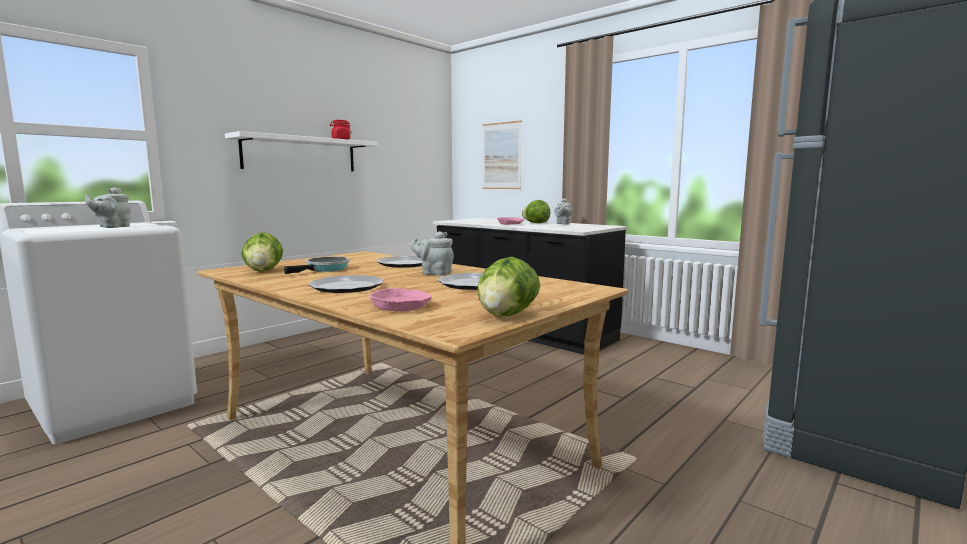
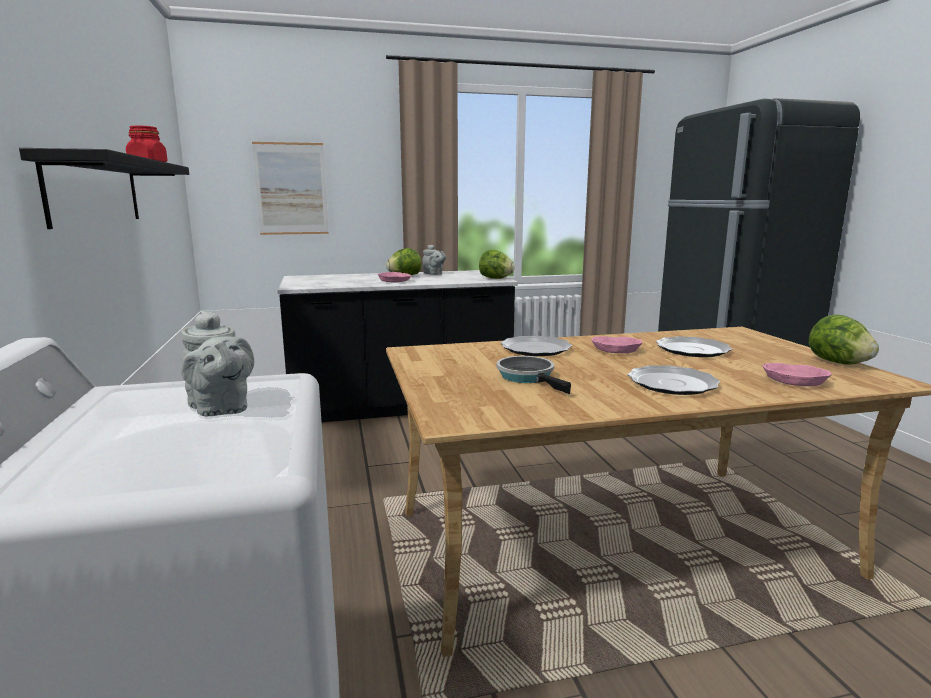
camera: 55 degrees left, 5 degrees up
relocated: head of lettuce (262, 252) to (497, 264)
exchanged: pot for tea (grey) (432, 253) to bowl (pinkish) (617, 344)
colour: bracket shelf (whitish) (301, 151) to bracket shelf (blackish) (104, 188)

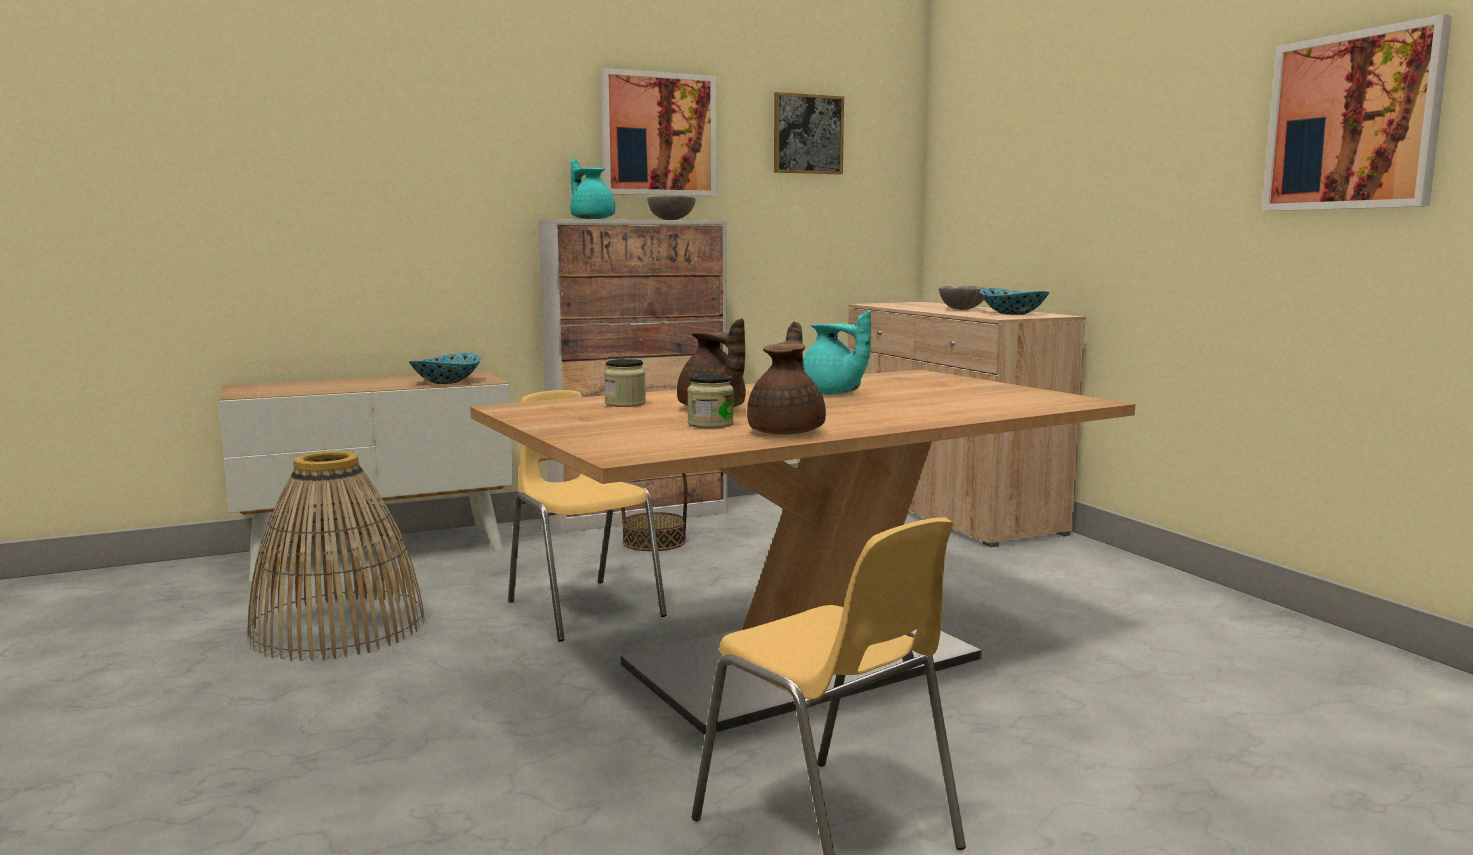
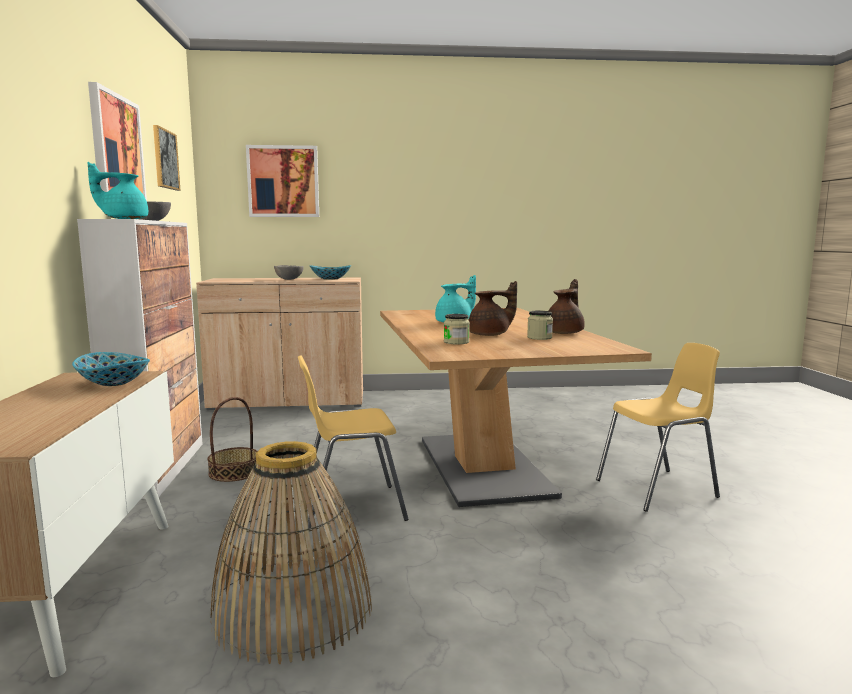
camera: 70 degrees left, 0 degrees up
relocated: picture (1357, 112) to (282, 181)
spun: pot for tea (brown) (786, 378) = (567, 306) 90 degrees clockwise

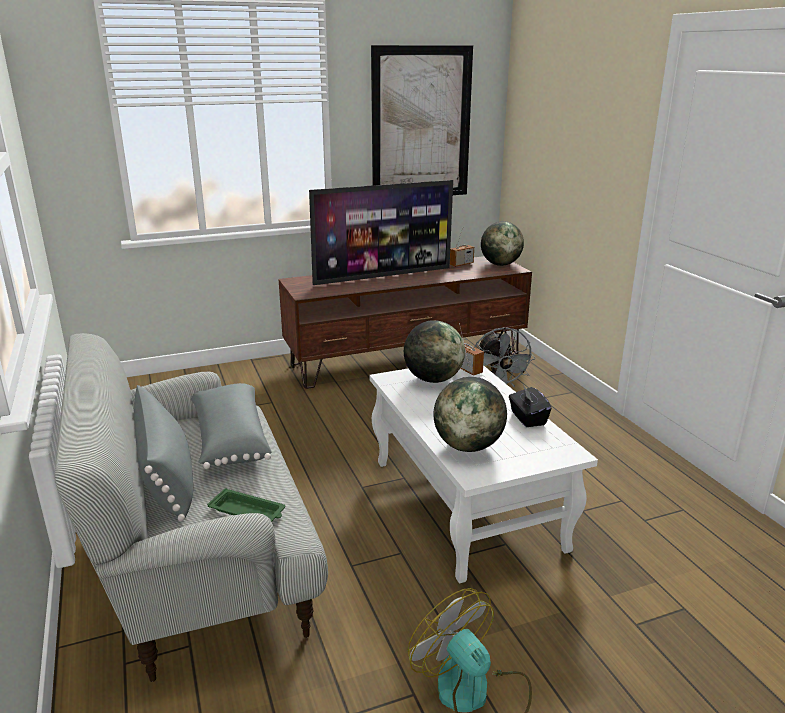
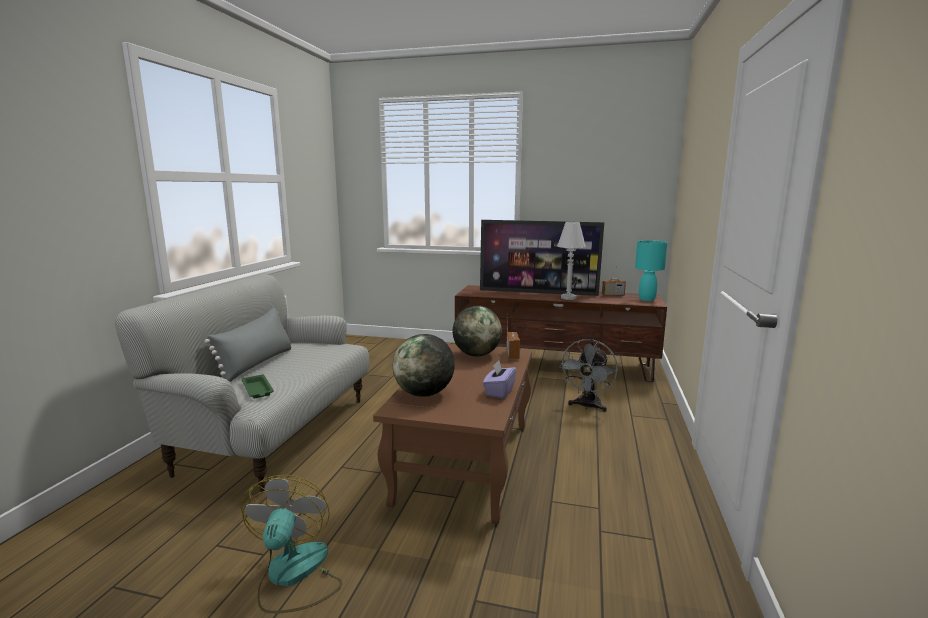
camera: 35 degrees right, 10 degrees down
missing: cushion (grey) (231, 426); picture (422, 120)
appeared: lamp for a table (whitish) (571, 260)
exchanged: desk globe (502, 243) to lamp for a table (turquoise) (651, 270)
colour: coffee table (whitish) (484, 474) to coffee table (brown) (452, 434); box of tissues (blackish) (530, 406) to box of tissues (purple-coloured) (500, 380)

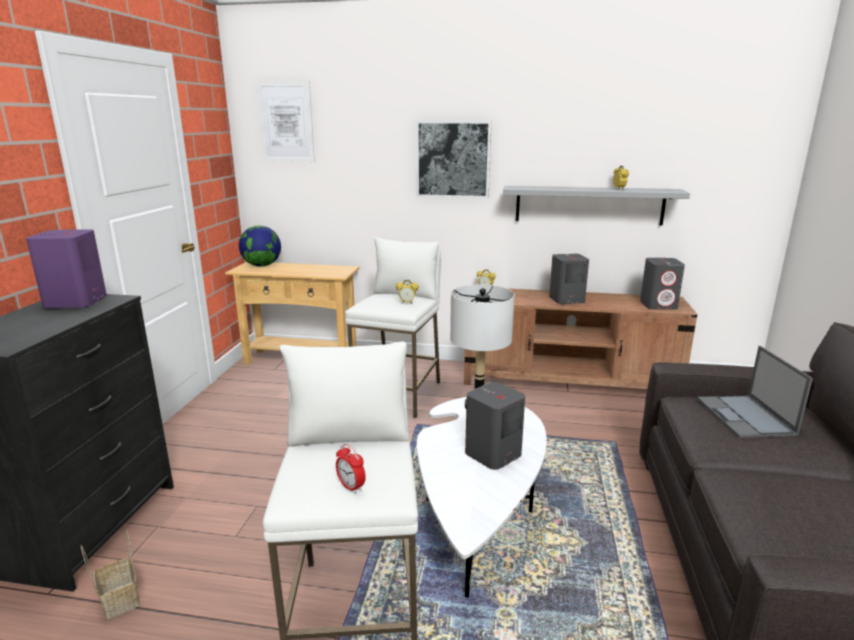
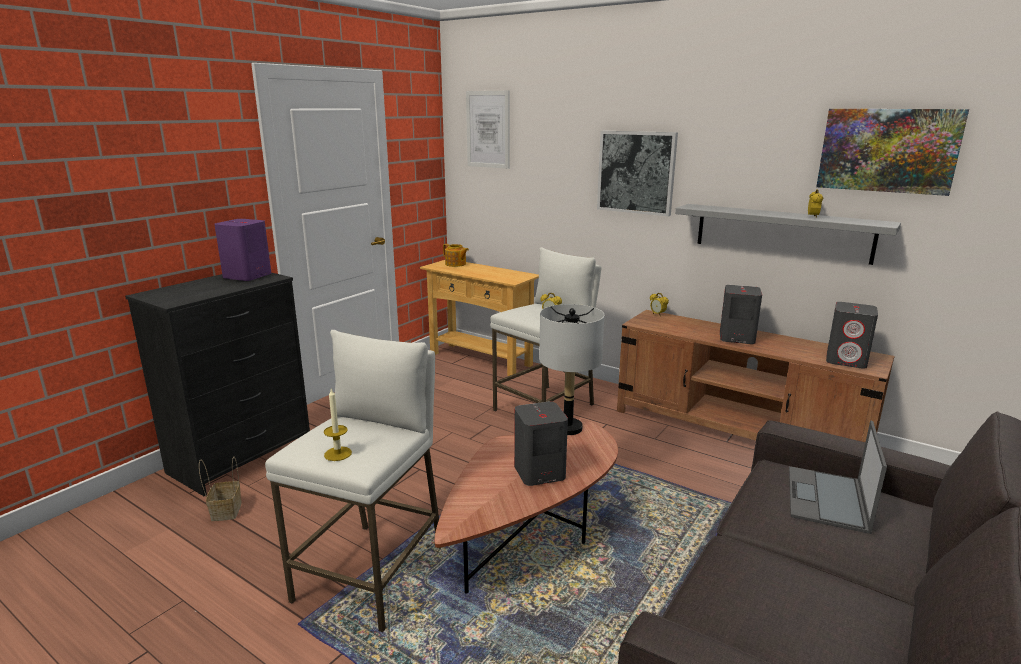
camera: 25 degrees right, 0 degrees up
appeared: picture (892, 152)
exchanged: bedside clock (351, 469) to candle (338, 425); desk globe (260, 246) to pot for tea (456, 255)
colour: coffee table (whitish) (482, 497) to coffee table (brown) (526, 506)

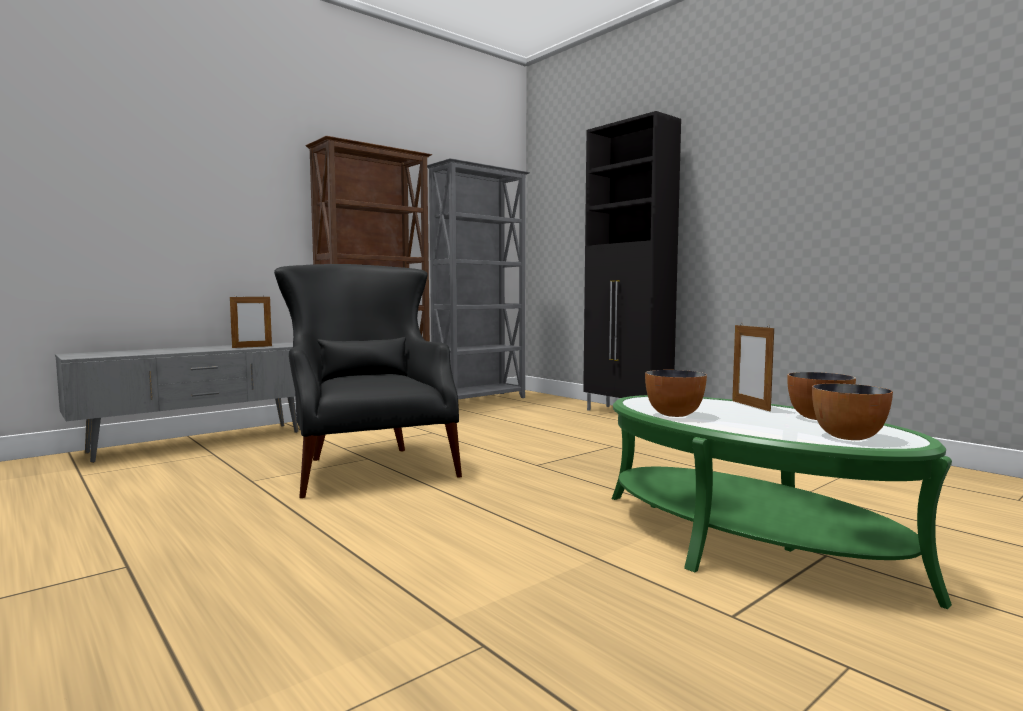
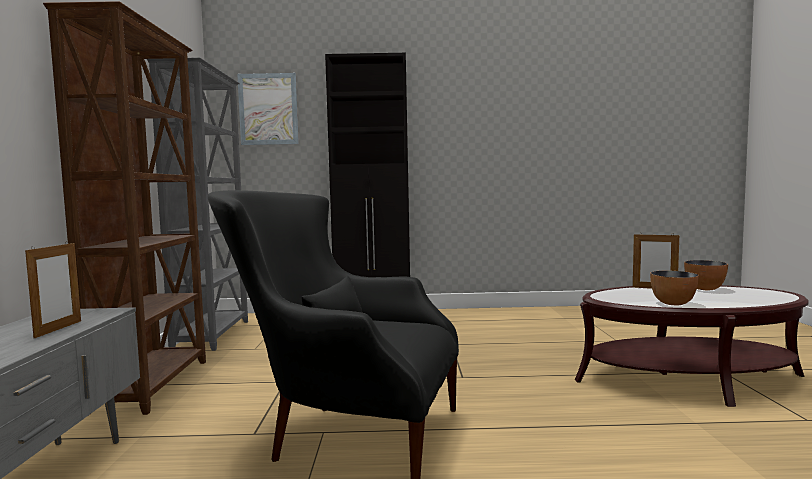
camera: 50 degrees left, 0 degrees up
missing: bowl (852, 411)
appeared: picture (268, 109)
colour: coffee table (green-coloured) (782, 502) to coffee table (brown) (692, 346)

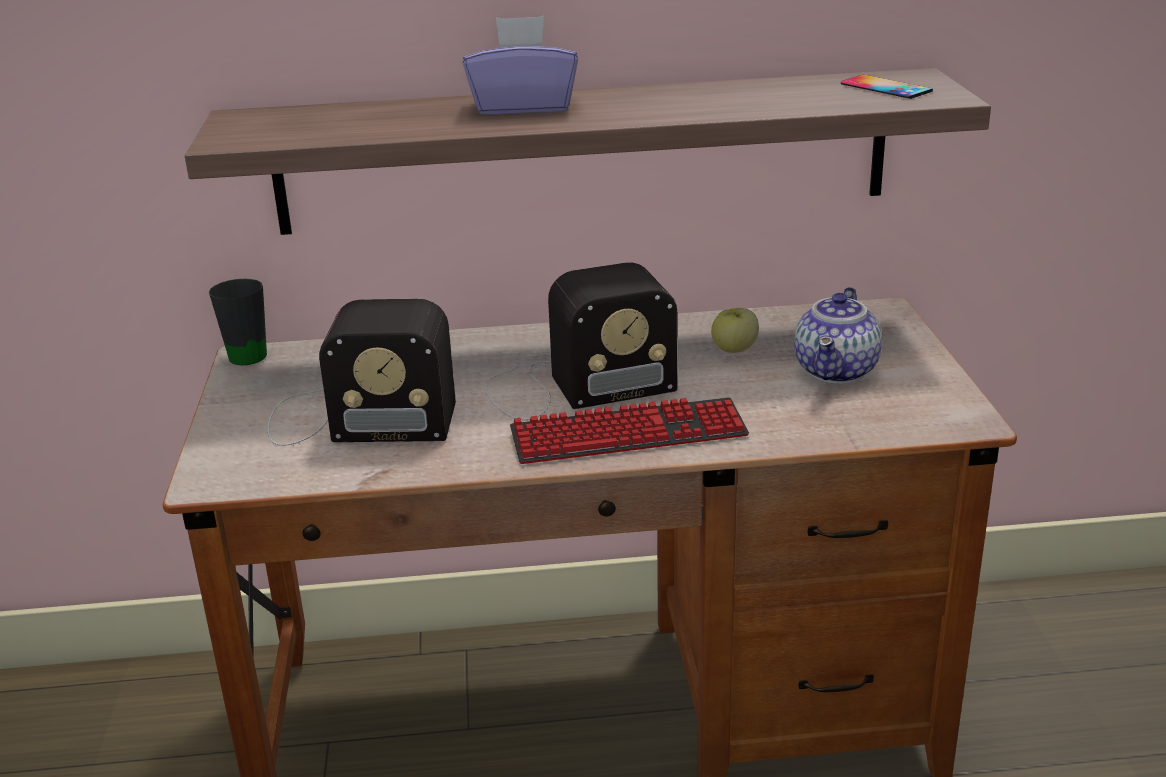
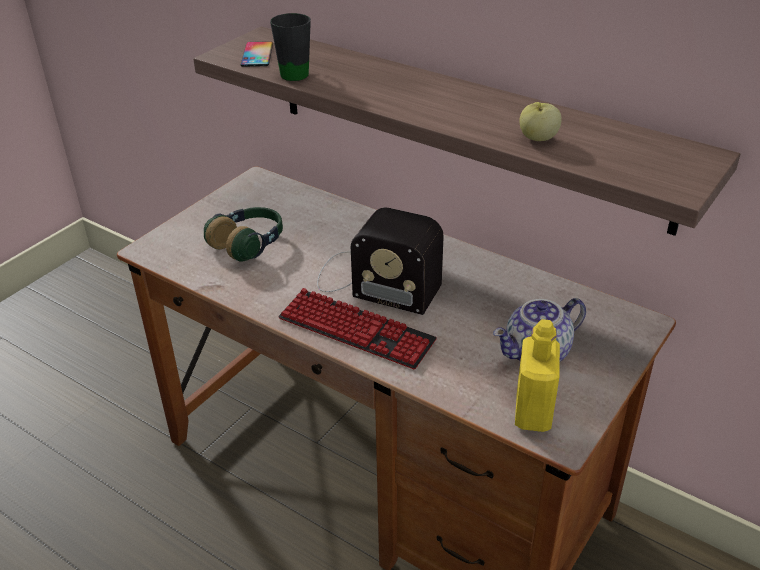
camera: 40 degrees right, 10 degrees up
missing: box of tissues (purple-coloured) (520, 65)
appeared: drink bottle (yellow) (537, 375)
relocated: handset (887, 87) to (257, 54); tea mug (blackish) (238, 322) to (290, 47); apple fruit (735, 330) to (540, 121)
exchanged: radio (362, 372) to headphones (243, 234)

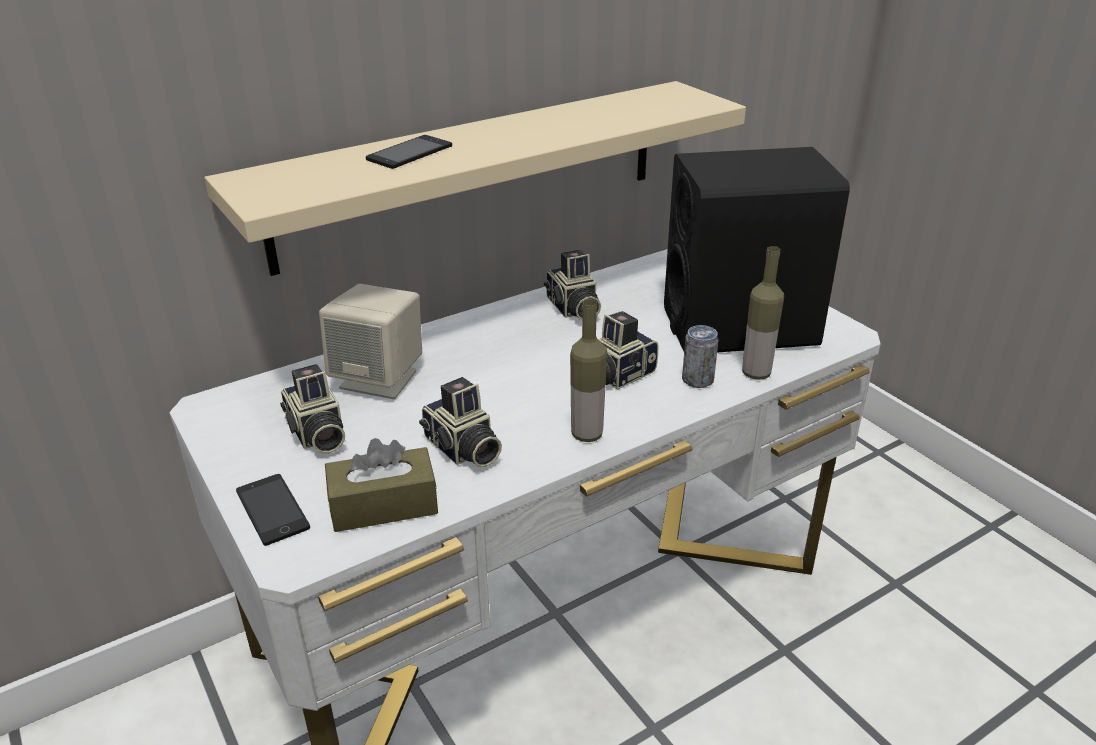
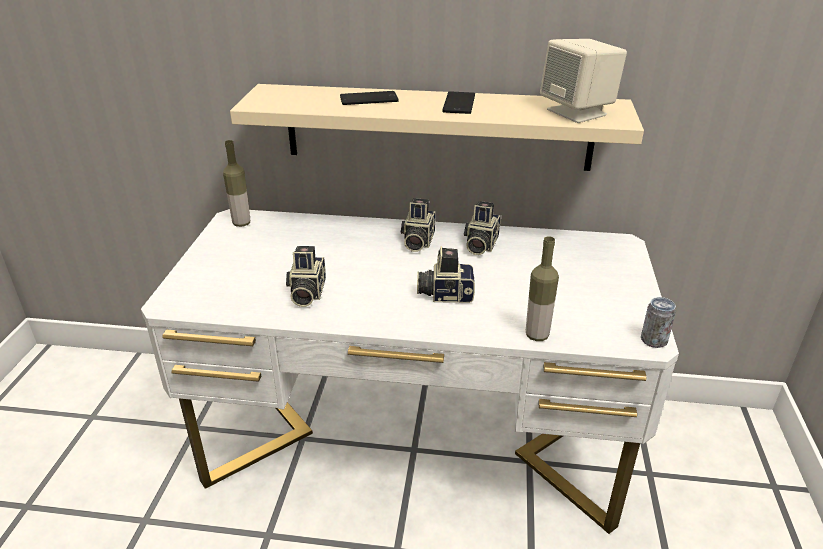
camera: 40 degrees right, 0 degrees up
missing: box of tissues (brown) (381, 485); audio speaker (blackish) (757, 249)
relocated: drink bottle (588, 370) to (236, 183); still camera (312, 409) to (418, 225); handset (273, 510) to (458, 103); audio speaker (beige) (370, 341) to (583, 81); sealed can (700, 356) to (658, 322)

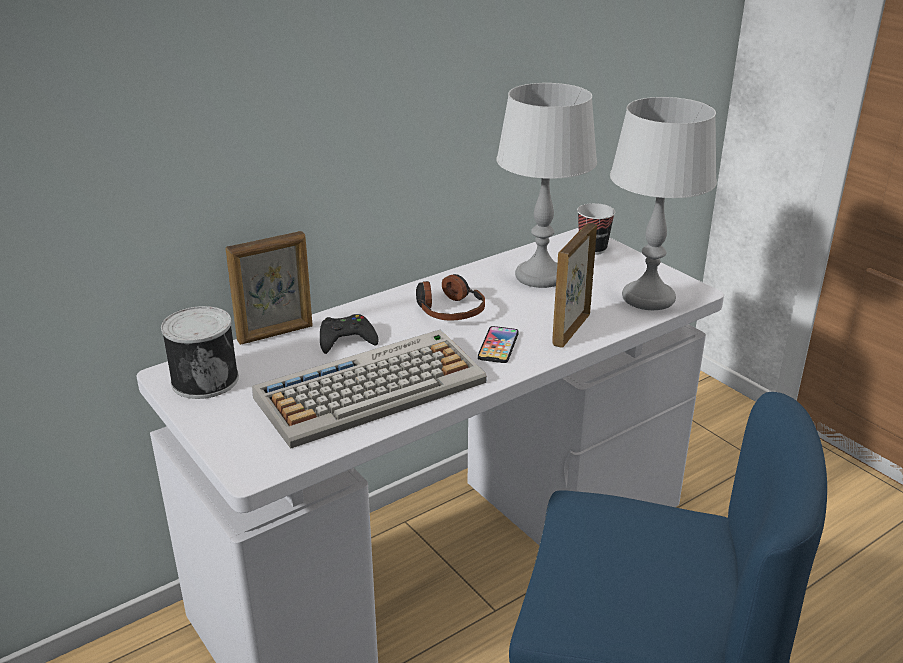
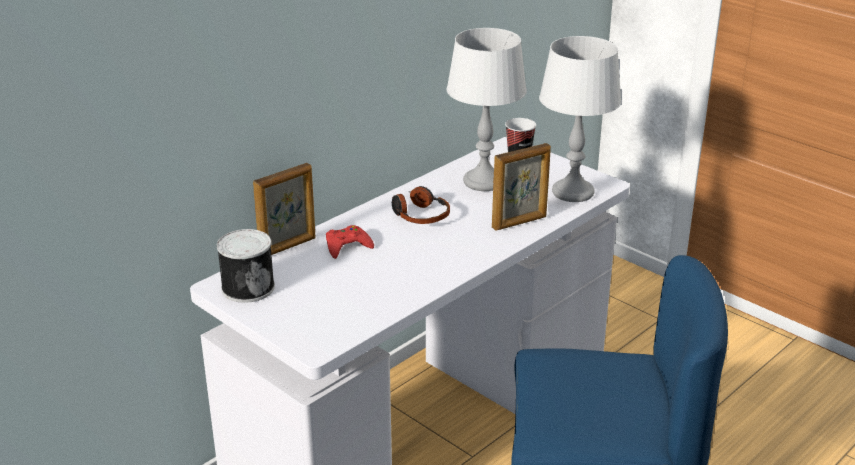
camera: 10 degrees left, 0 degrees up
missing: computer keyboard (369, 389); handset (498, 344)
colour: game controller (blackish) (349, 334) to game controller (reddish) (350, 242)
spun: standing frame (574, 285) = (521, 187) 135 degrees counterclockwise

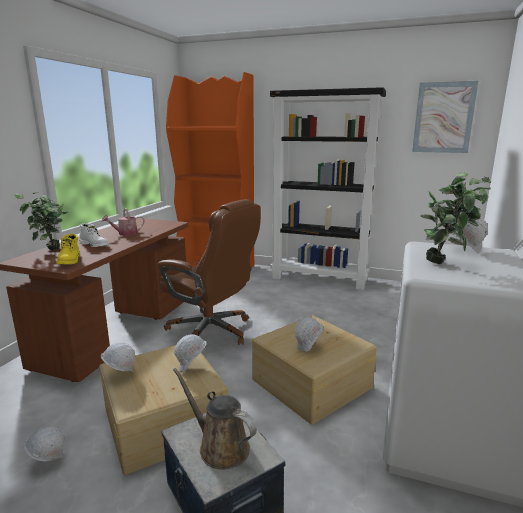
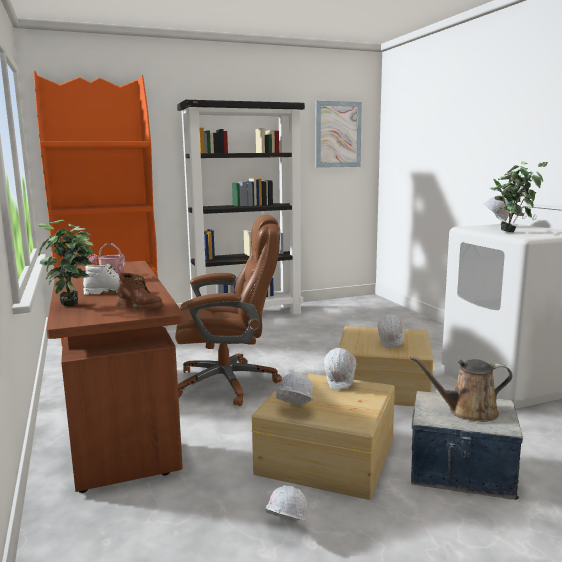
camera: 40 degrees left, 5 degrees down
colour: boot (yellow) (68, 249) to boot (brown) (140, 291)

